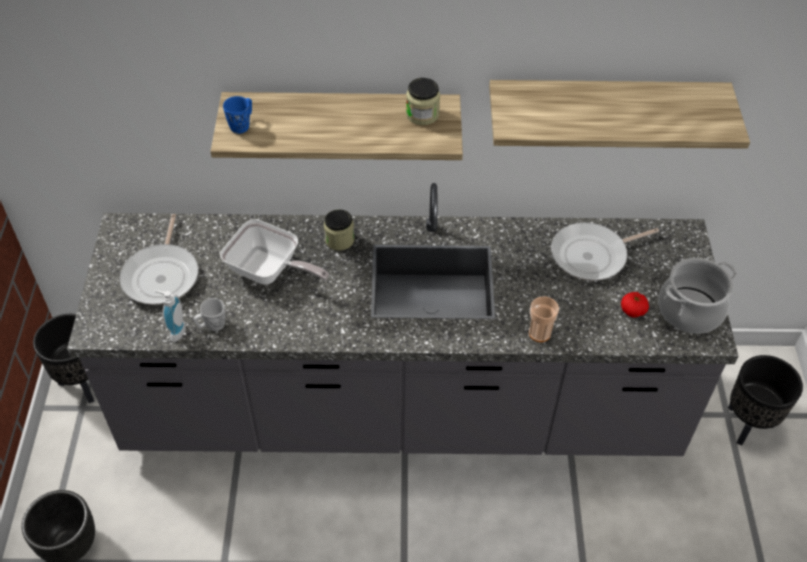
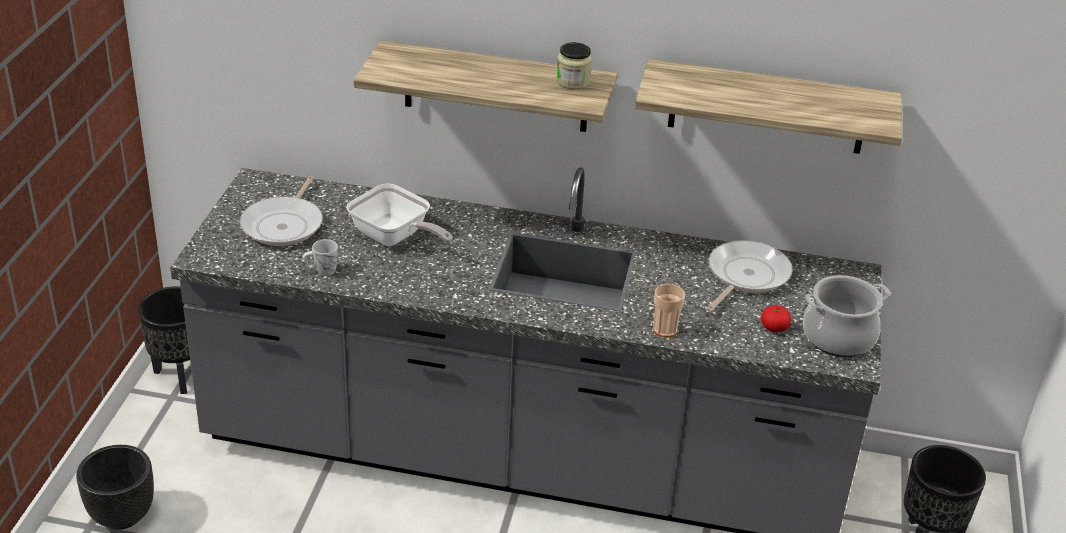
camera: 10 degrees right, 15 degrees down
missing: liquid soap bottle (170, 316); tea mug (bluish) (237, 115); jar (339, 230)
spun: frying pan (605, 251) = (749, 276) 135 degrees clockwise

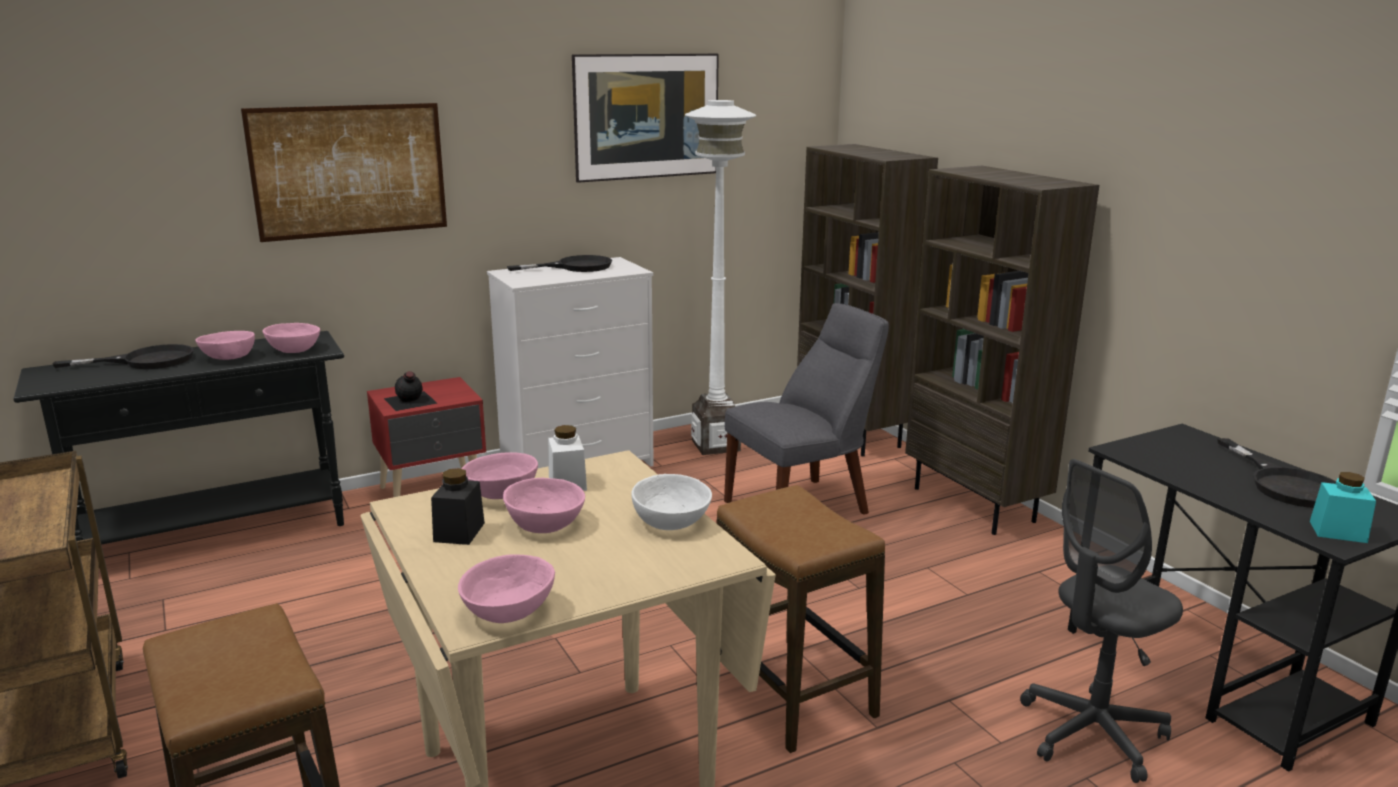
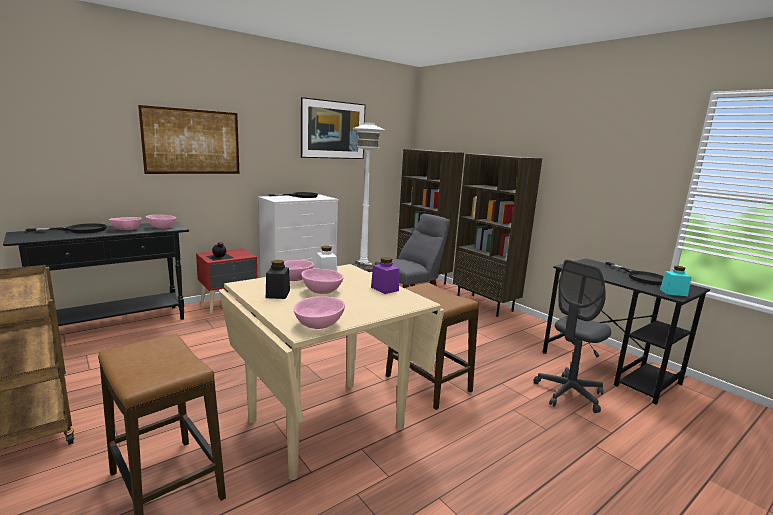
camera: 10 degrees left, 5 degrees down
exchanged: bowl (whitish) (671, 502) to jar (purple-coloured) (385, 275)

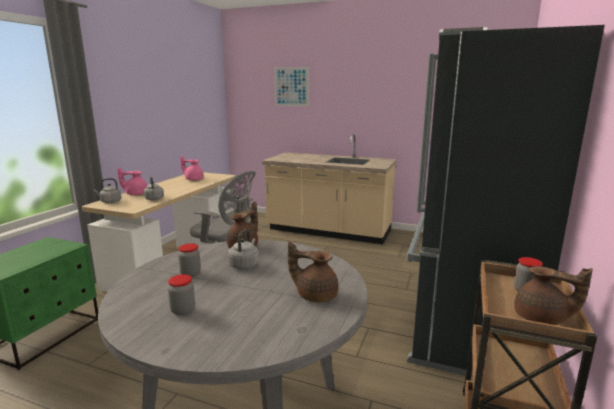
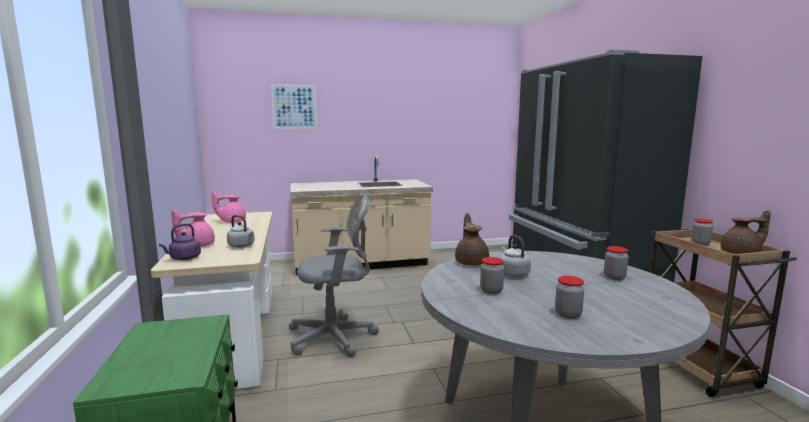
camera: 35 degrees left, 5 degrees down
exchanged: pot for tea (brown) (313, 272) to jar (616, 263)
colour: tea kettle (grey) (107, 190) to tea kettle (purple-coloured) (180, 241)

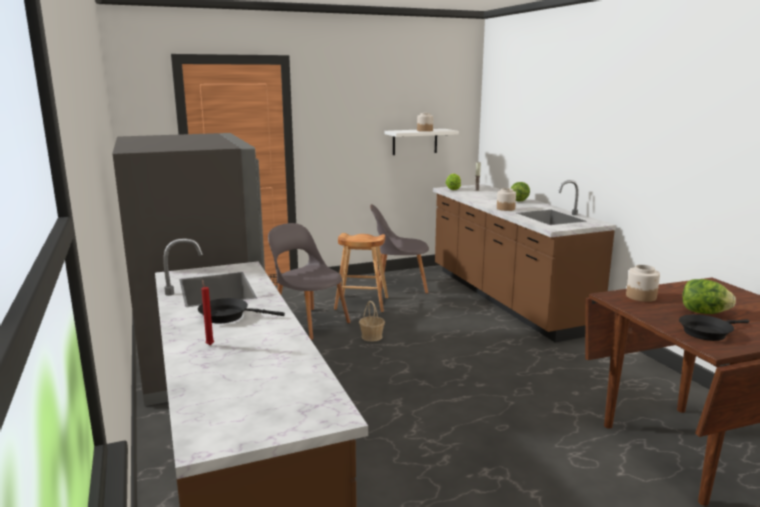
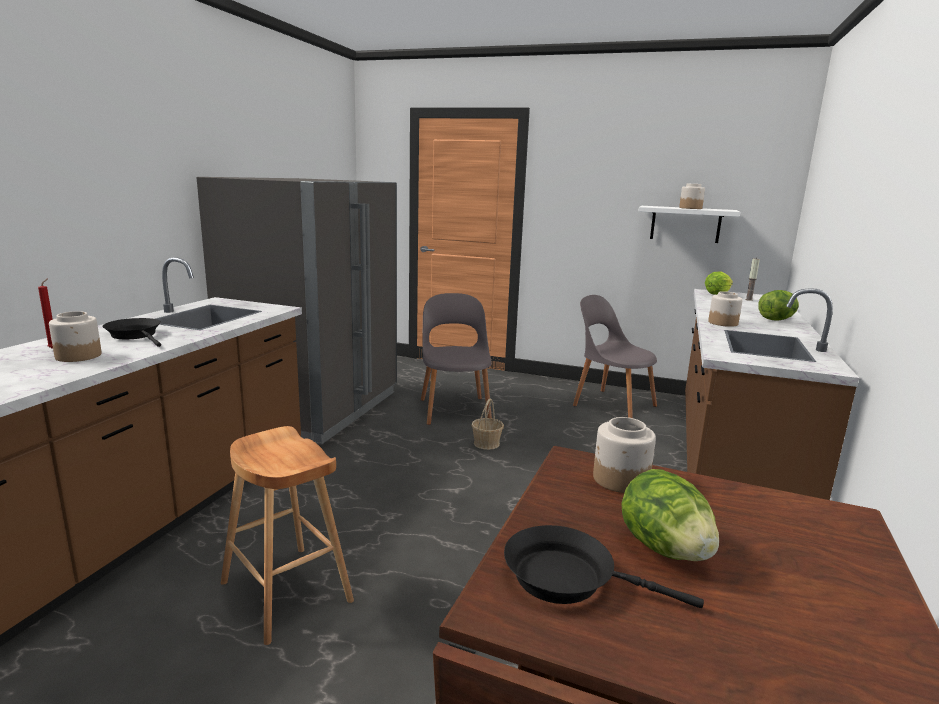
camera: 40 degrees right, 0 degrees up
appeared: jar (75, 336)
relocated: sitting stool (brown) (361, 272) to (287, 535)

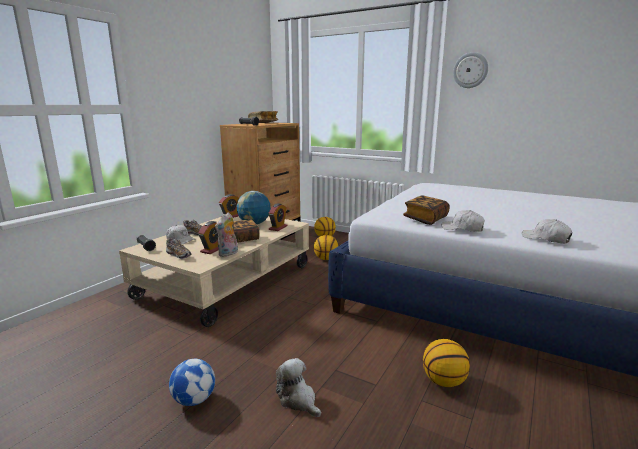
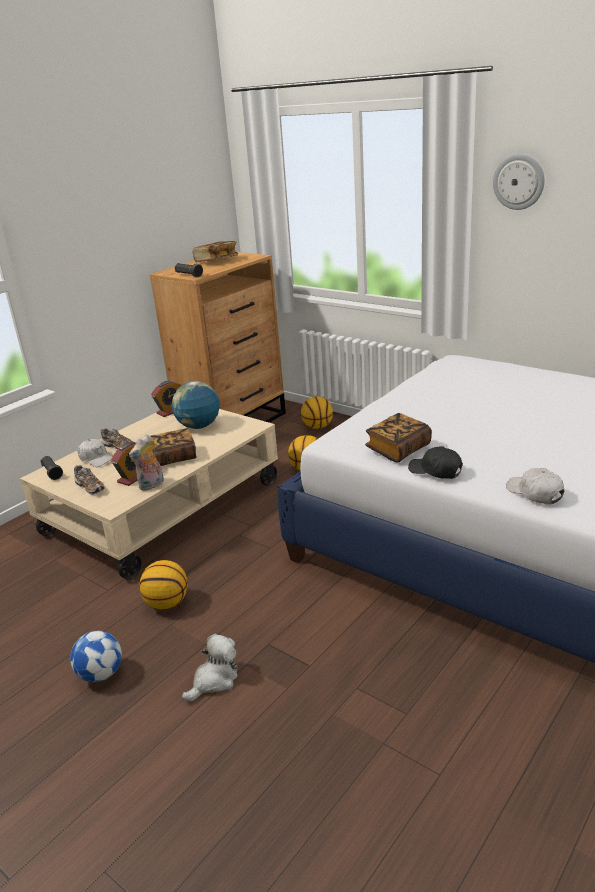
camera: 10 degrees right, 10 degrees up
missing: bedside clock (278, 217)
relocated: basketball (446, 363) to (164, 584)
colour: peaked cap (whitish) (463, 221) to peaked cap (blackish) (435, 462)
spun: plush toy (298, 387) = (210, 668) 75 degrees clockwise

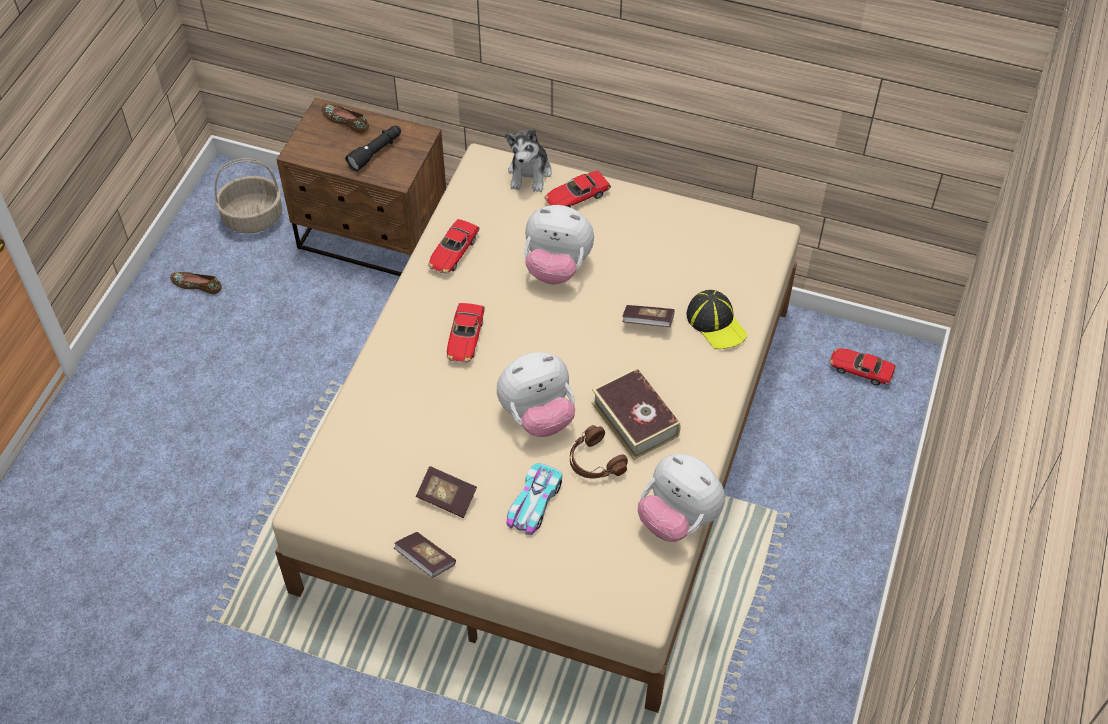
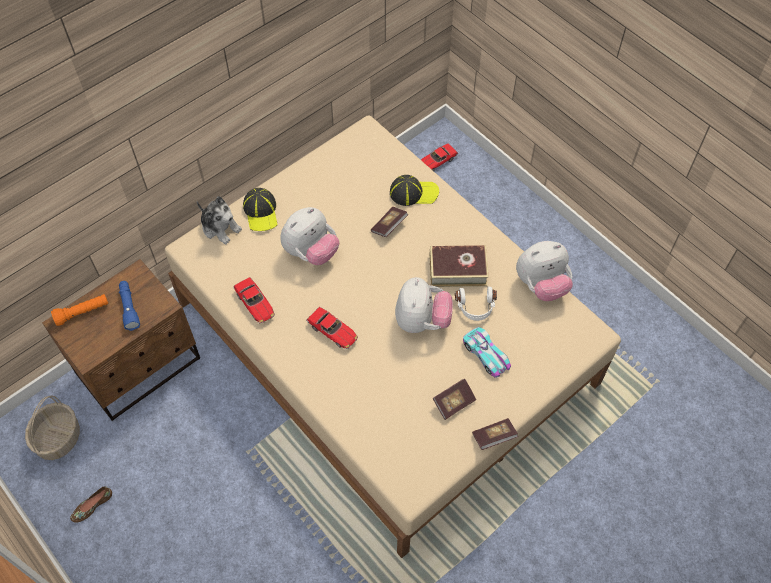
camera: 60 degrees left, 5 degrees up
exchanged: low shoe (brown) (345, 118) to flashlight (orangey) (79, 310); model car (578, 189) to peaked cap (260, 209)
colour: flashlight (blackish) (373, 148) to flashlight (bluish) (129, 306); headphones (brown) (599, 451) to headphones (whitish) (476, 303)

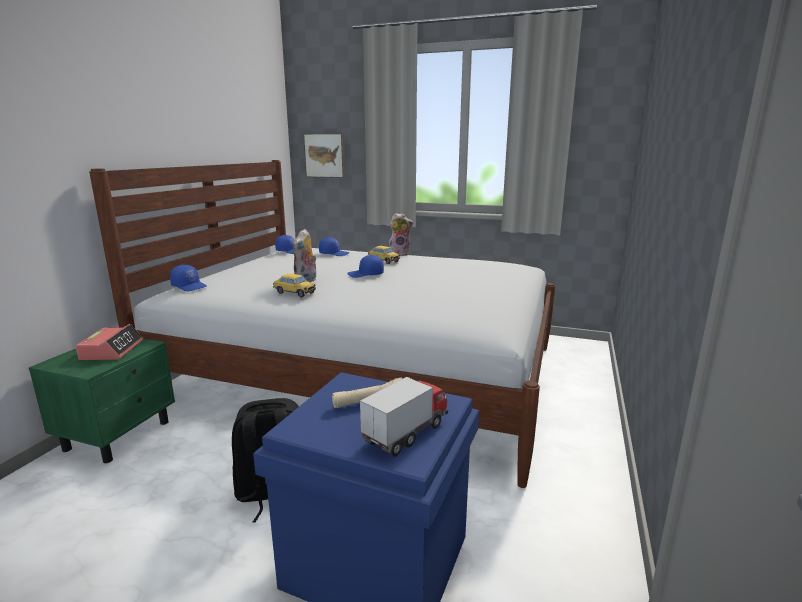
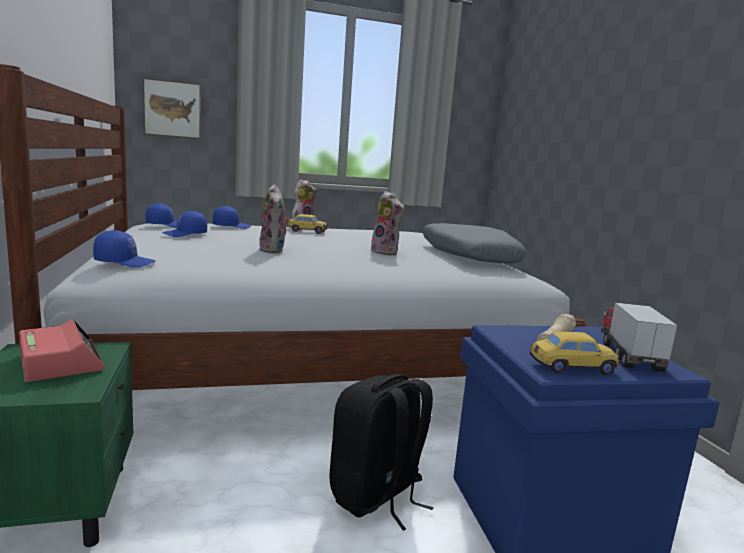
camera: 35 degrees left, 5 degrees down
appeared: plush toy (387, 223); cushion (grey) (474, 243)
relocated: peaked cap (bluish) (365, 266) to (184, 224); model car (294, 285) to (575, 353)

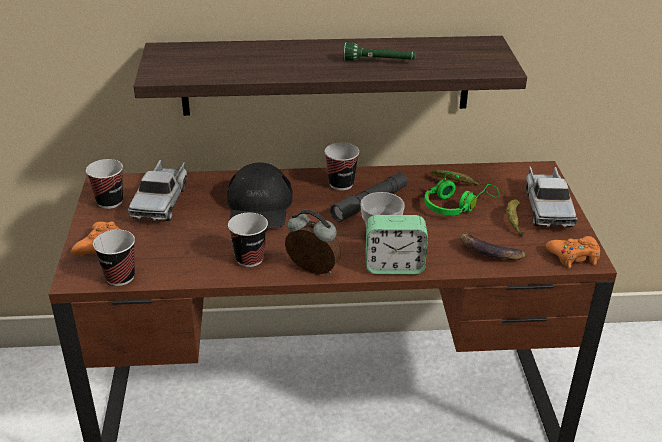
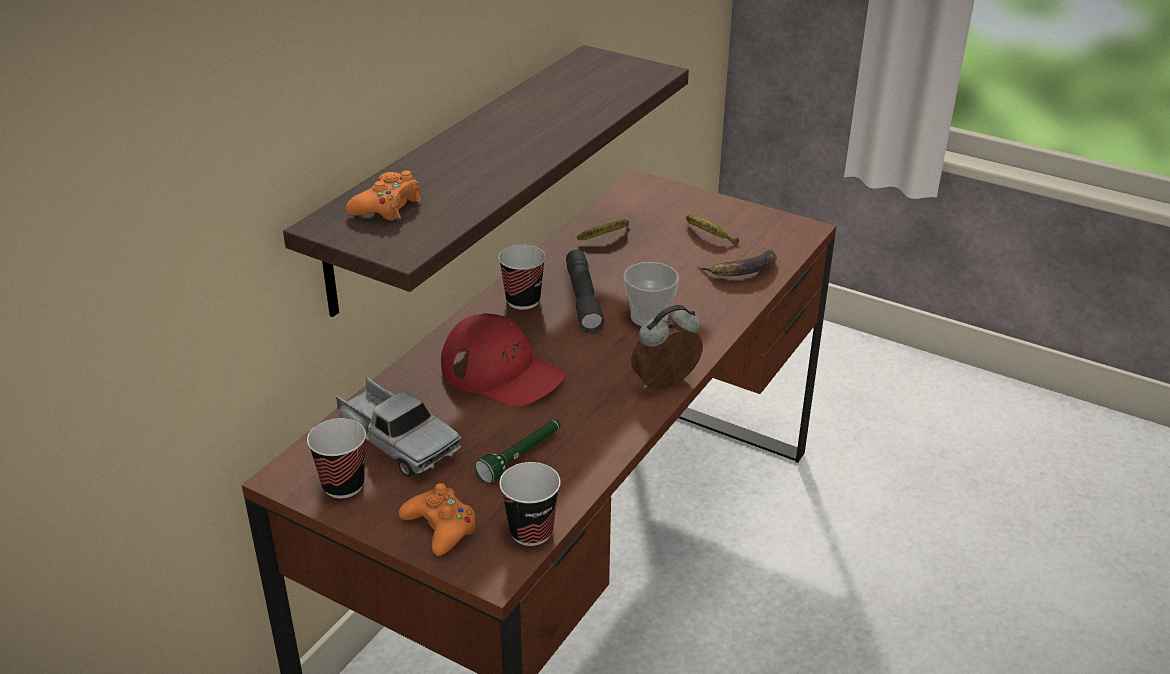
camera: 55 degrees left, 0 degrees up
missing: small cup (248, 240); bedside clock (397, 245); headphones (green-coloured) (461, 193); toy lorry (551, 197)
relocated: game controller (orangey) (573, 252) to (383, 195); flashlight (green-coloured) (379, 51) to (518, 451)
colour: peaked cap (blackish) (260, 195) to peaked cap (reddish) (503, 360)

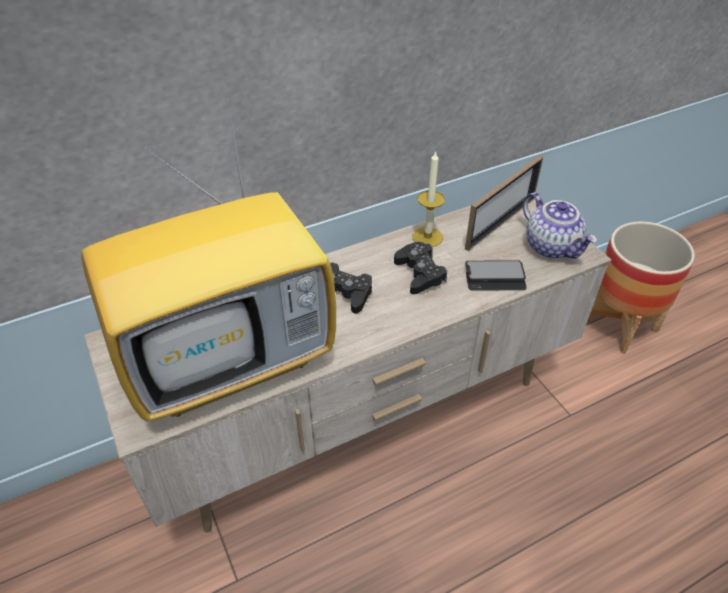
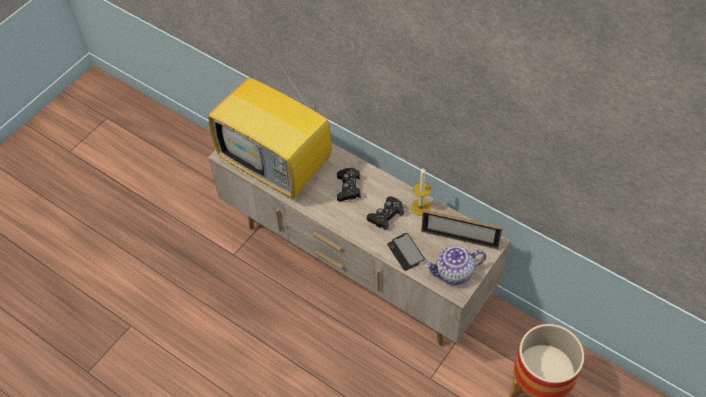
camera: 65 degrees right, 10 degrees up
spun: pot for tea (560, 225) = (455, 265) 45 degrees clockwise

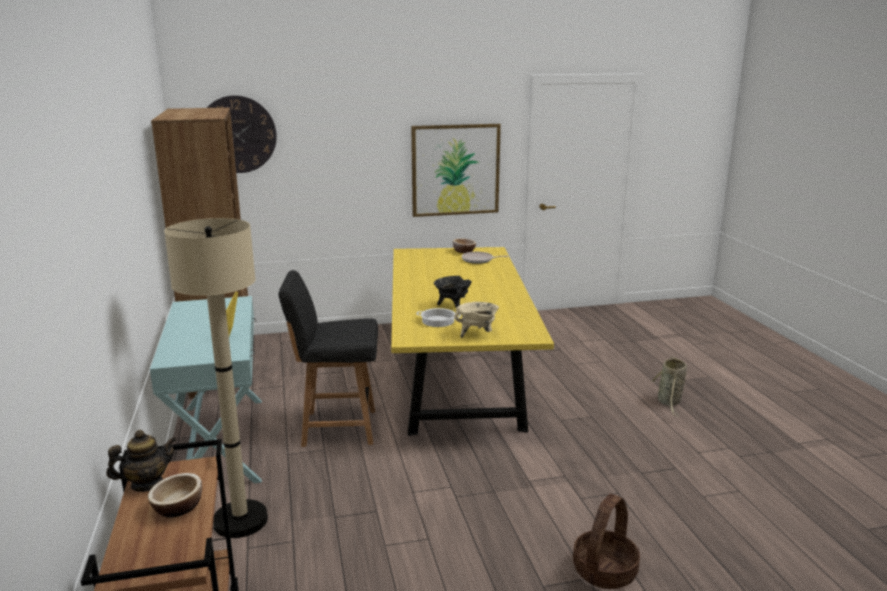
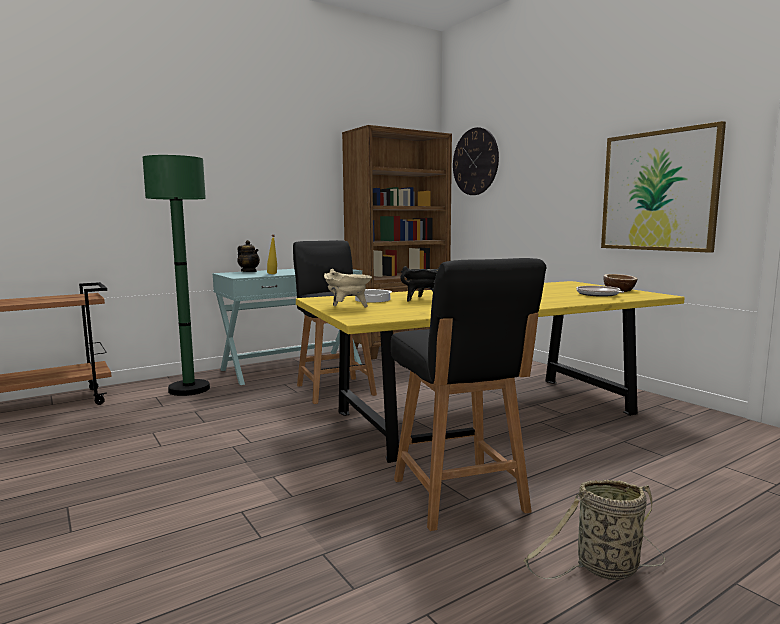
camera: 70 degrees right, 10 degrees down
missing: bowl (175, 495); storage basket (606, 541)
appeared: upright chair (blackish) (468, 394)
relocated: pot for tea (142, 461) to (248, 256)
colour: standing lamp (beige) (216, 378) to standing lamp (green-coloured) (176, 275)

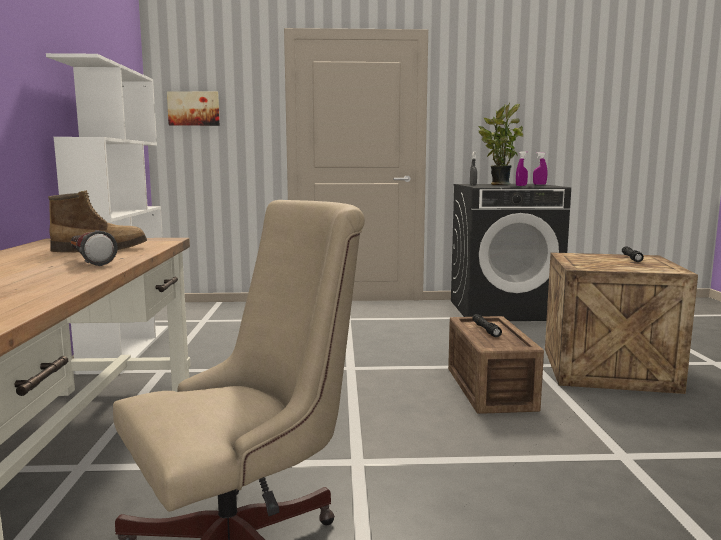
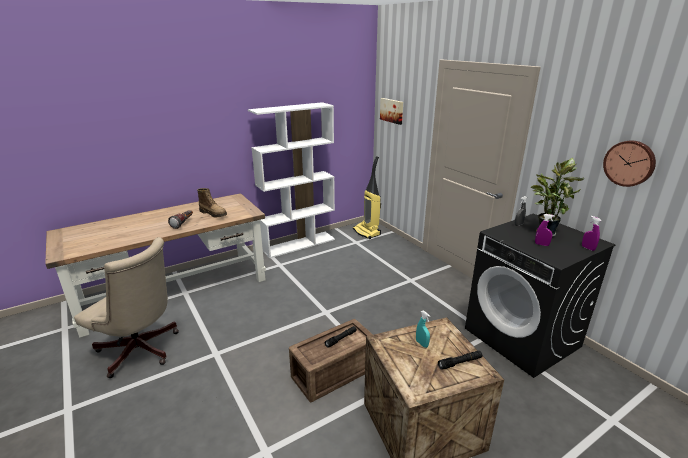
camera: 60 degrees right, 15 degrees up
appeared: vacuum cleaner (367, 197); sprayer (turquoise) (423, 329); hanging clock (629, 164)

